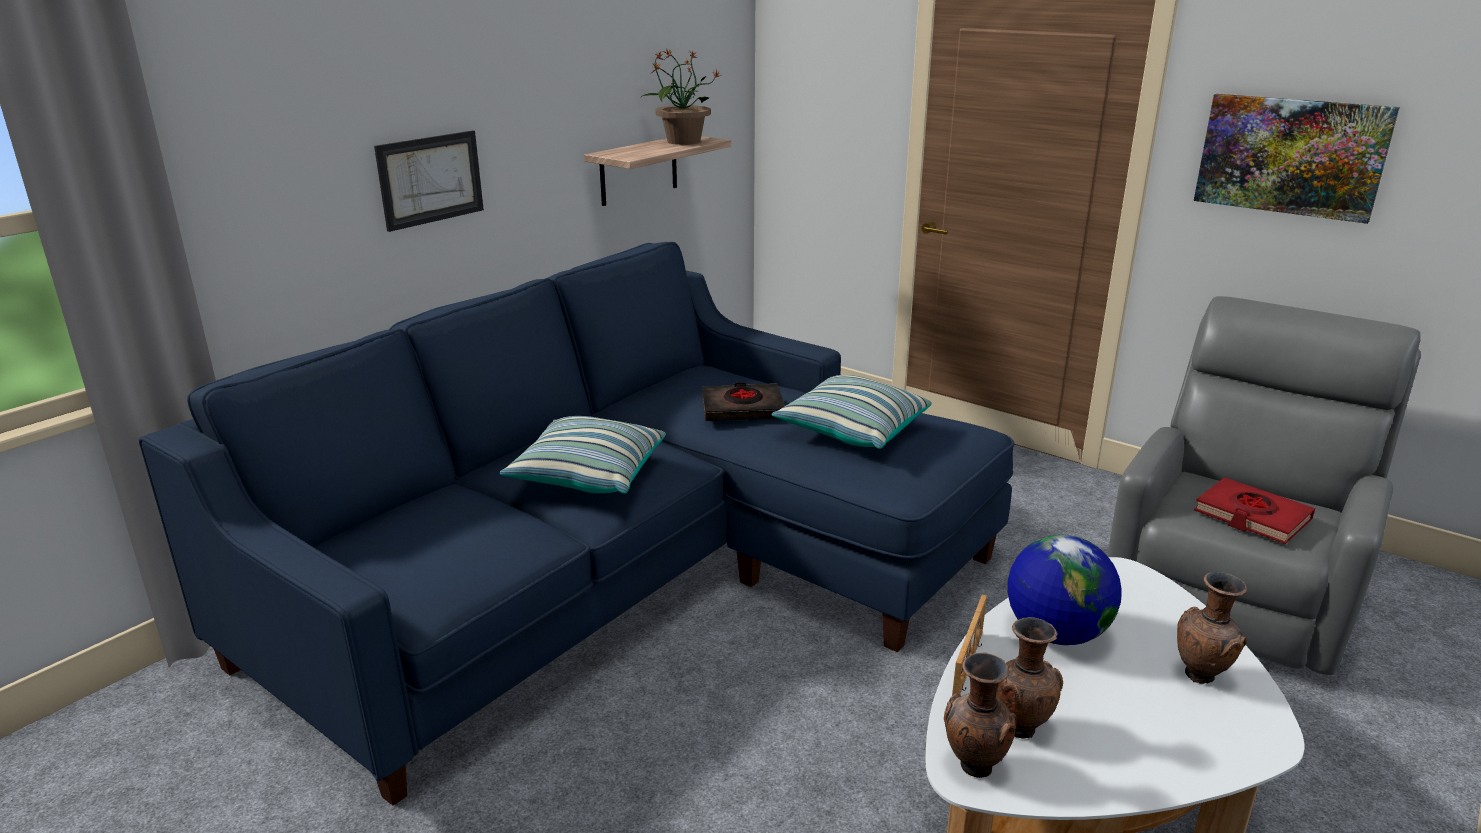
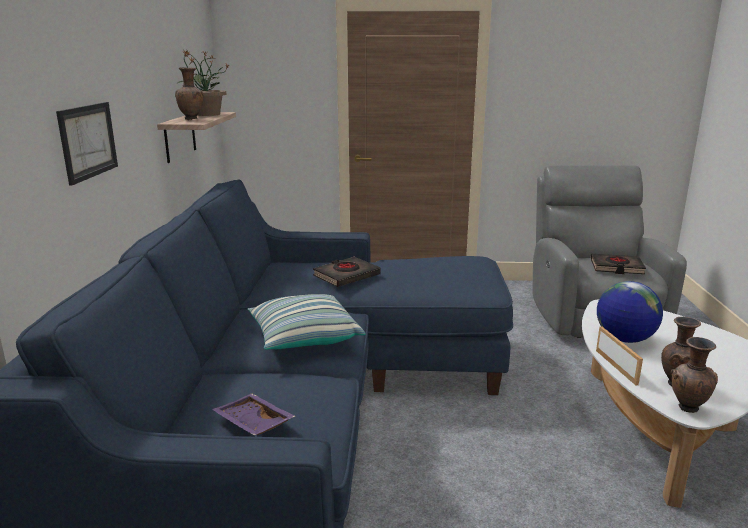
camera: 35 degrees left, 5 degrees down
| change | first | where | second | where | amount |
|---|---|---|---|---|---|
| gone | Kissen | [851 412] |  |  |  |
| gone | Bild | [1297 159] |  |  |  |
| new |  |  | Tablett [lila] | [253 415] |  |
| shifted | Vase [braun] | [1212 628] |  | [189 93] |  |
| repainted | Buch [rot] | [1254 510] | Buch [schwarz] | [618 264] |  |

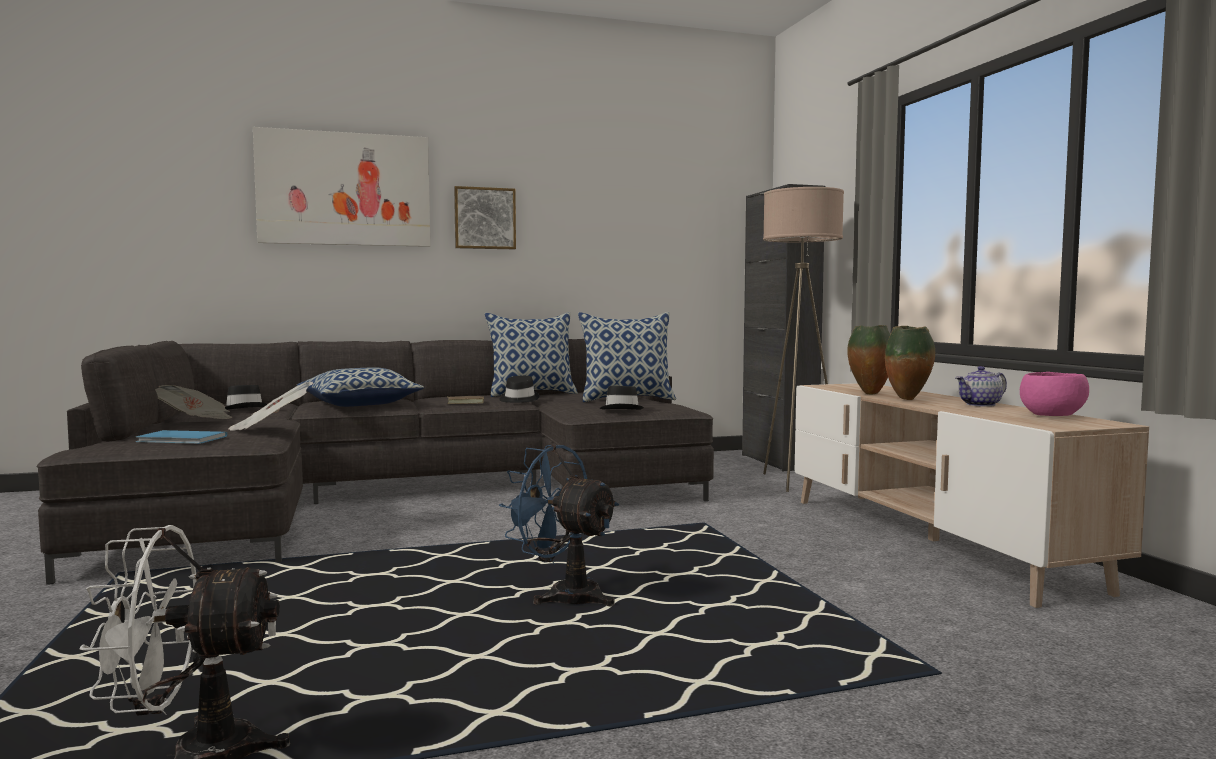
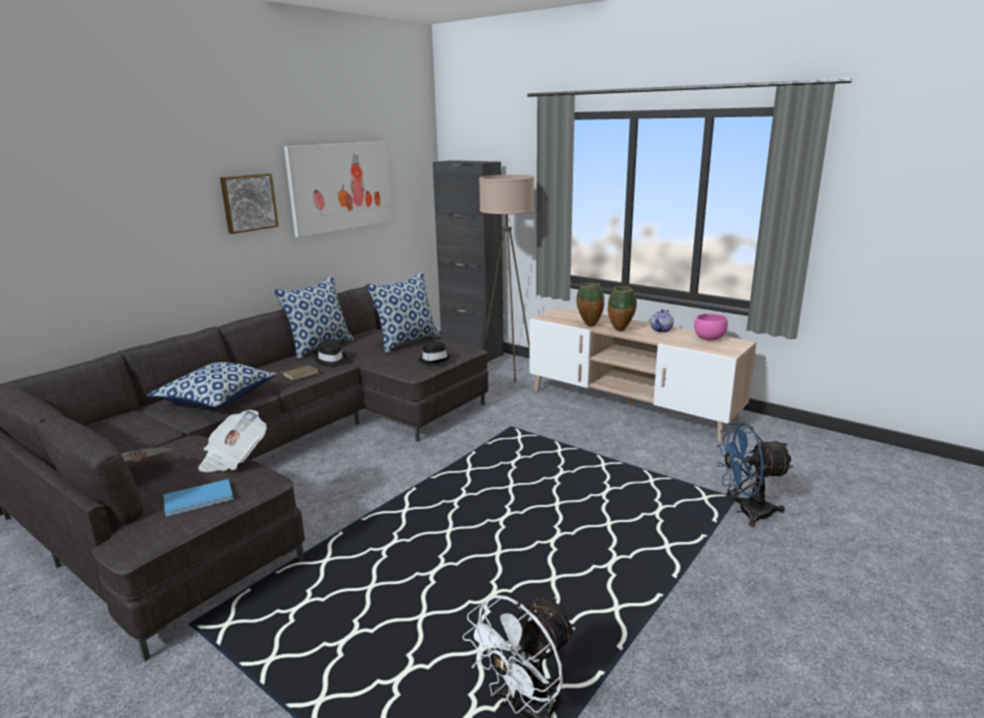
camera: 35 degrees left, 15 degrees up
| change | first | where | second | where | amount |
|---|---|---|---|---|---|
| gone | Hut [schwarz] | [246 397] |  |  |  |
| shifted | Bild | [341 187] |  | [338 189] |  |
| shifted | Ventilator [blau] | [559 525] |  | [755 475] |  |

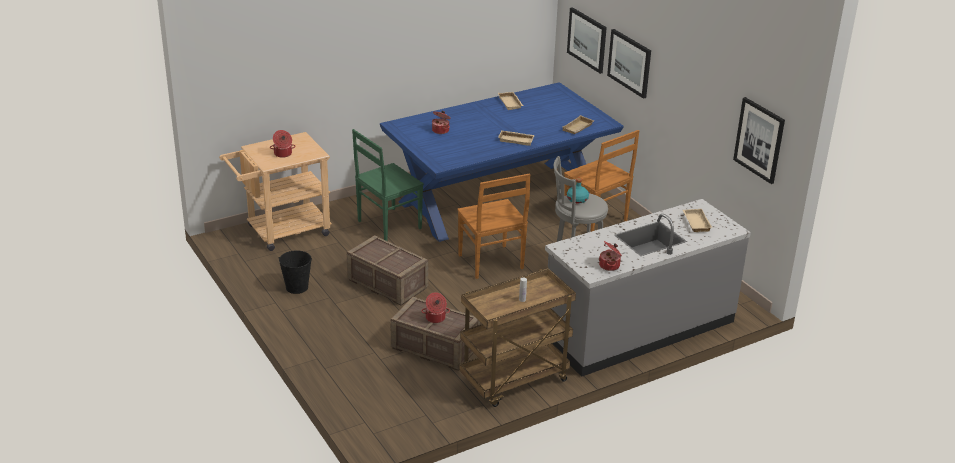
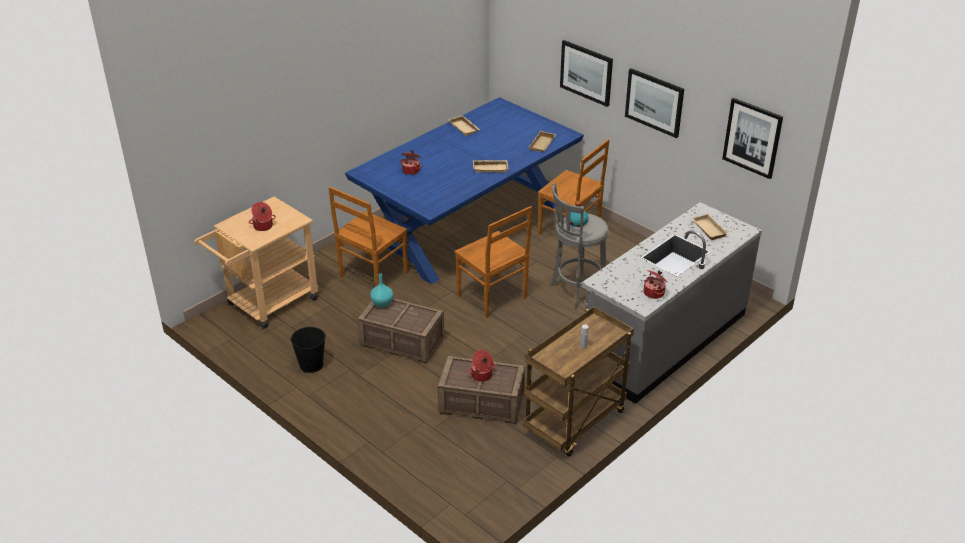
camera: 15 degrees left, 5 degrees up
| change | first | where | second | where | amount |
|---|---|---|---|---|---|
| new |  |  | Vase [türkis] | [381 290] |  |
| shifted | Bild | [587 40] |  | [654 103] |  |
| repainted | Stuhl [grün] | [388 185] | Stuhl [braun] | [368 236] |  |

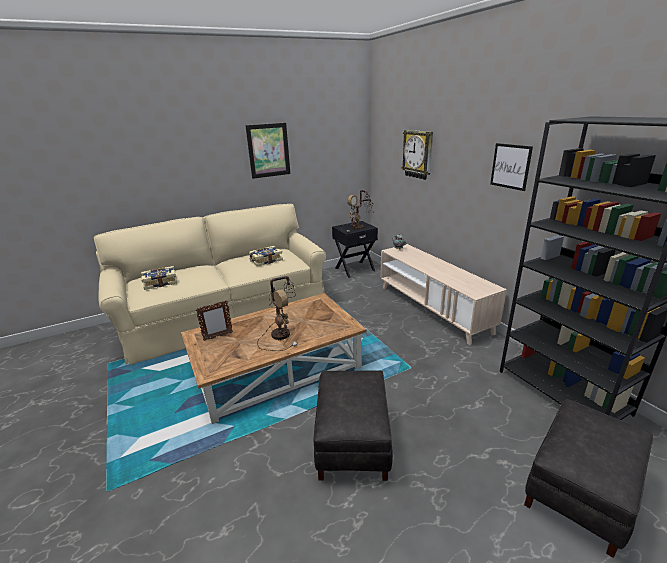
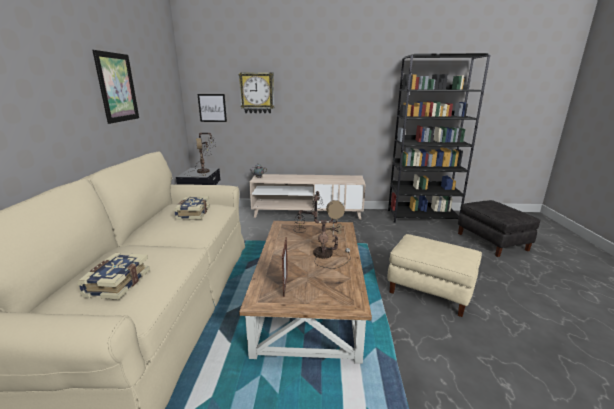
camera: 60 degrees left, 5 degrees down
| change | first | where | second | where | amount |
|---|---|---|---|---|---|
| shifted | Bild | [511 167] |  | [212 108] |  |
| repainted | Polsterhocker [schwarz] | [353 425] | Polsterhocker [beige] | [435 275] |  |

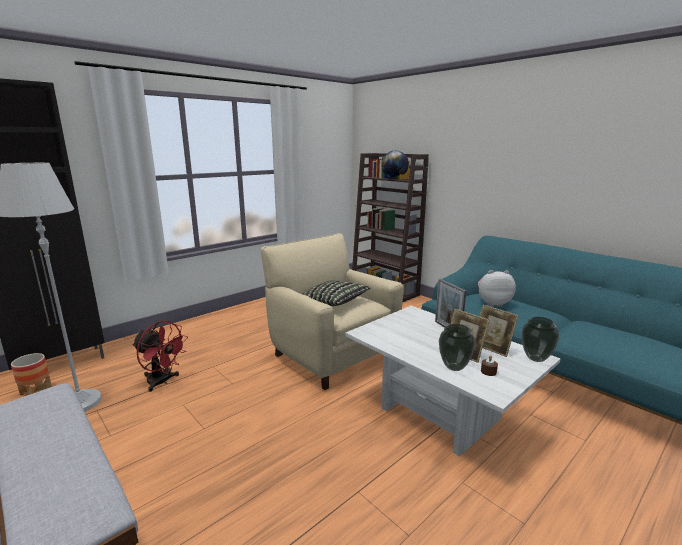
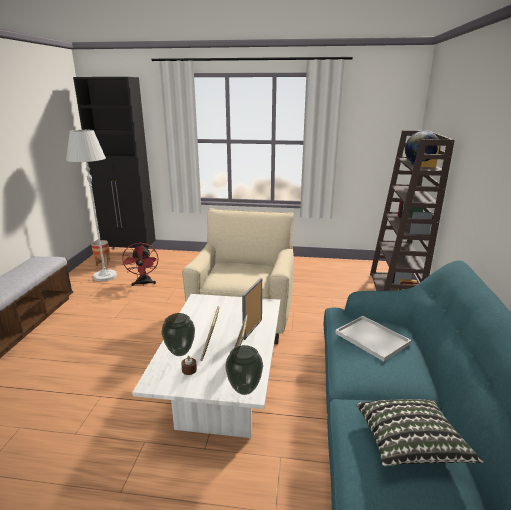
camera: 50 degrees right, 5 degrees up
| change | first | where | second | where | amount |
|---|---|---|---|---|---|
| shifted | Kissen | [337 293] |  | [420 432] |  |
| swapped | Plüschtier | [497 288] | Tablett [weiß] | [373 339] |  |

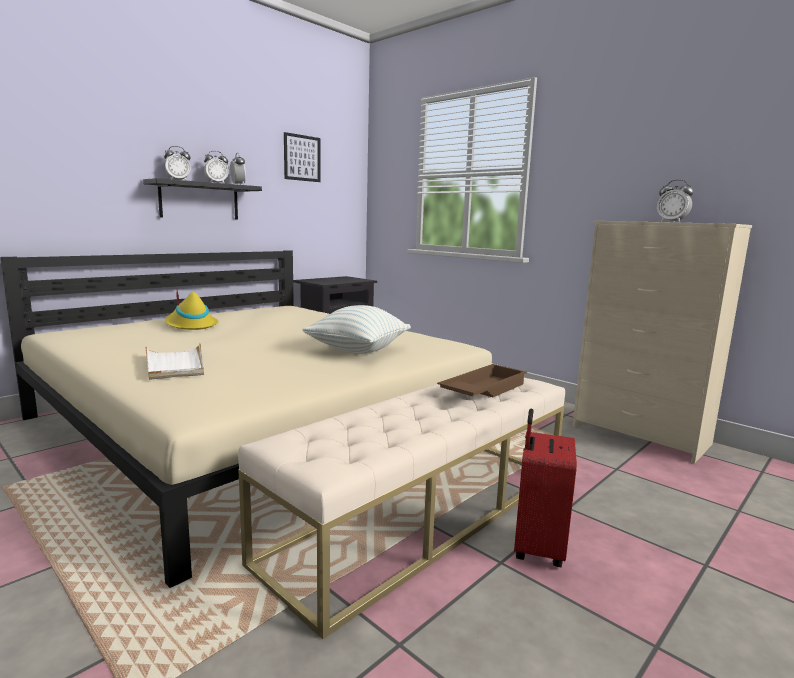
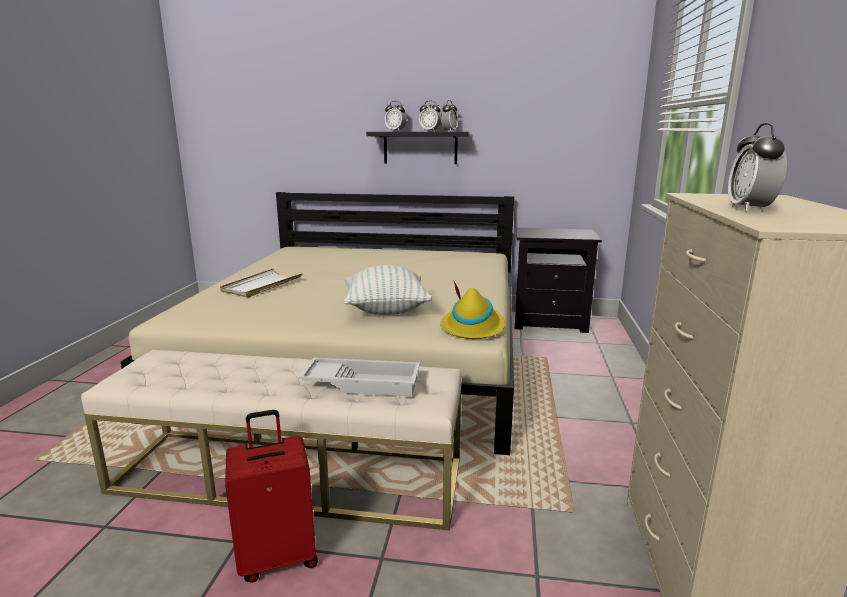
camera: 55 degrees right, 5 degrees up
| change | first | where | second | where | amount |
|---|---|---|---|---|---|
| gone | Bild | [302 157] |  |  |  |
| shifted | Hut [gelb] | [192 310] |  | [472 309] |  |
| repainted | Tablett [braun] | [482 380] | Tablett [weiß] | [359 377] |  |

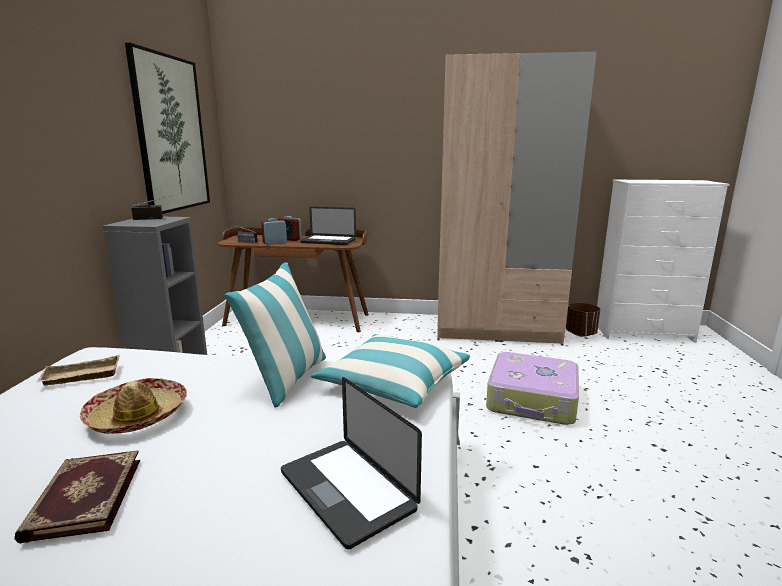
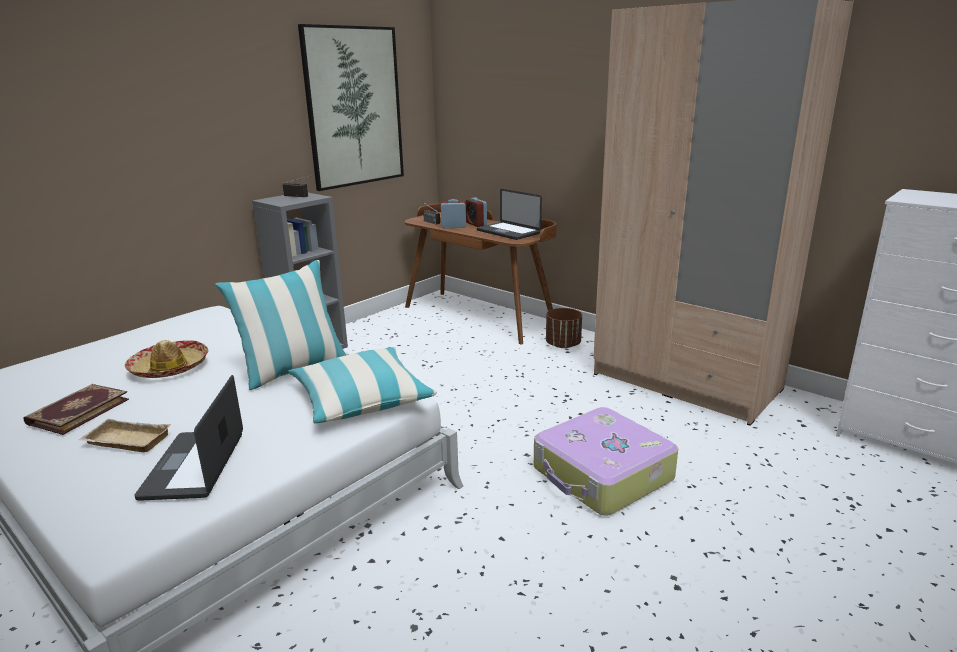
camera: 35 degrees right, 5 degrees up
| change | first | where | second | where | amount |
|---|---|---|---|---|---|
| shifted | Tablett [beige] | [78 370] |  | [125 435] |  |
| shifted | Pflanzkübel [braun] | [583 320] |  | [564 328] |  |

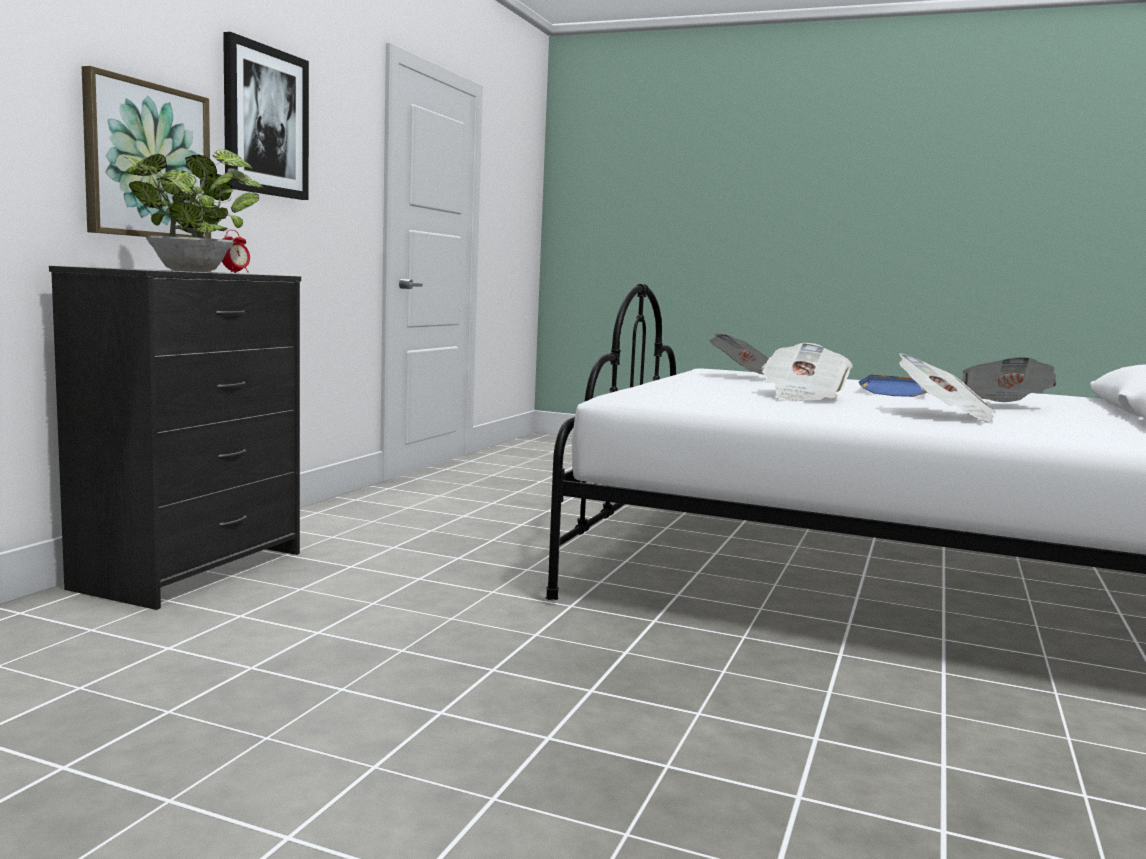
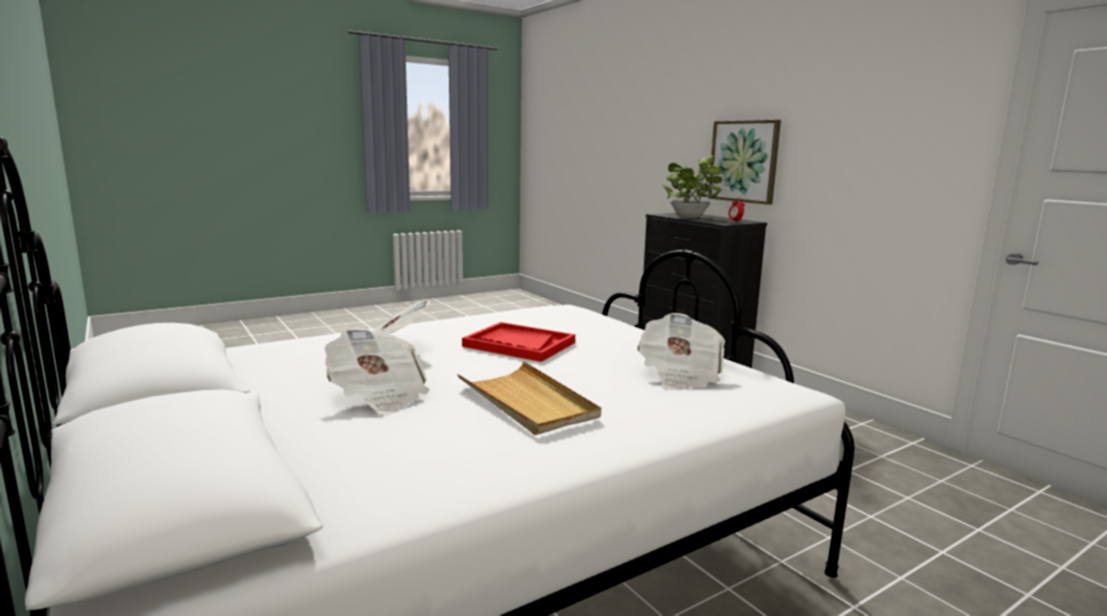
camera: 125 degrees right, 5 degrees up
| change | first | where | second | where | amount |
|---|---|---|---|---|---|
| gone | Bild | [266 116] |  |  |  |
| swapped | Zeitung | [807 372] | Tablett [rot] | [518 342] |  |
| repainted | Tablett [blau] | [892 386] | Tablett [beige] | [529 398] |  |

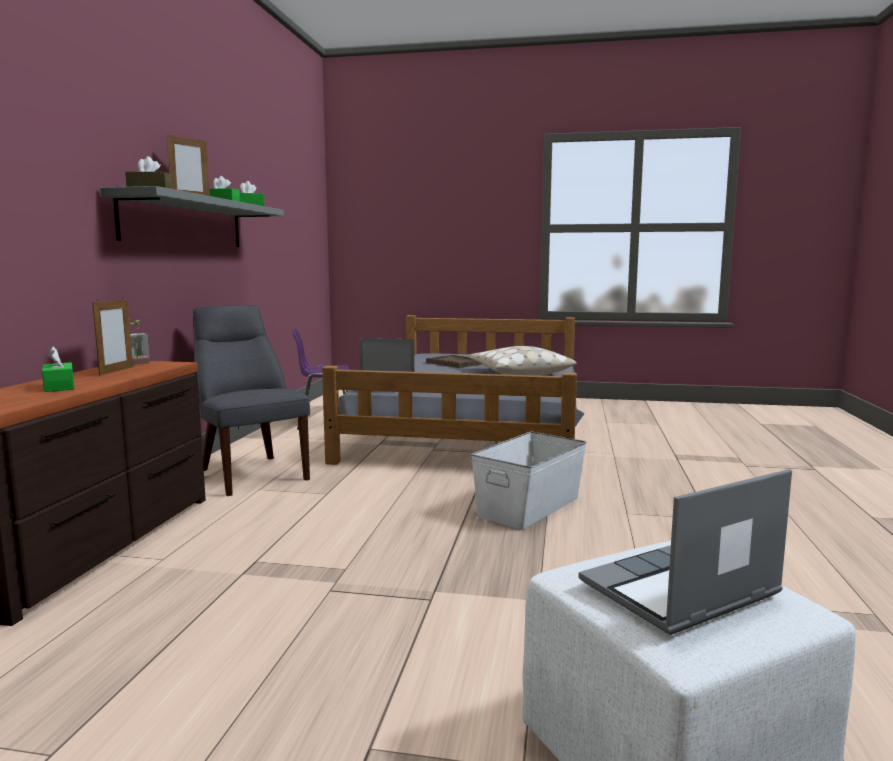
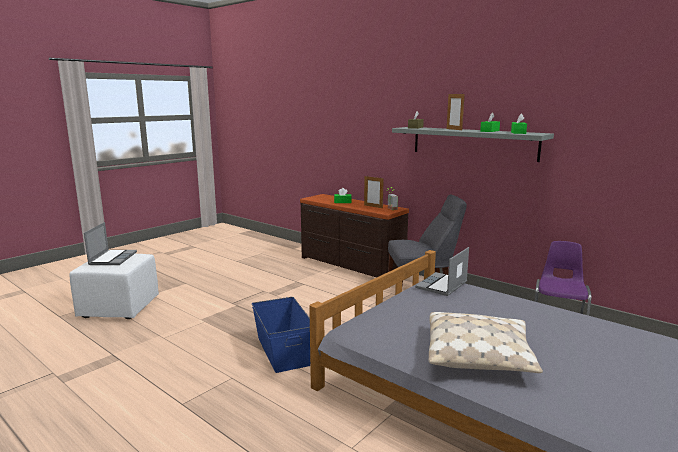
camera: 120 degrees right, 5 degrees up
| change | first | where | second | where | amount |
|---|---|---|---|---|---|
| gone | Tablett [braun] | [454 361] |  |  |  |
| repainted | Aufbewahrungsbox [weiß] | [529 481] | Aufbewahrungsbox [blau] | [281 335] |  |

